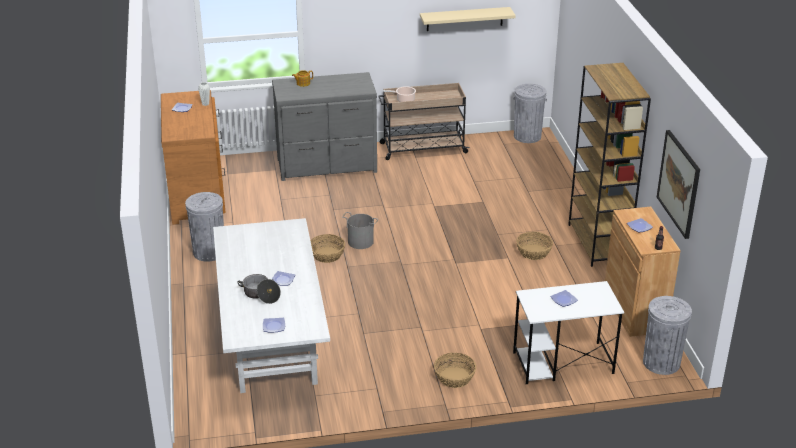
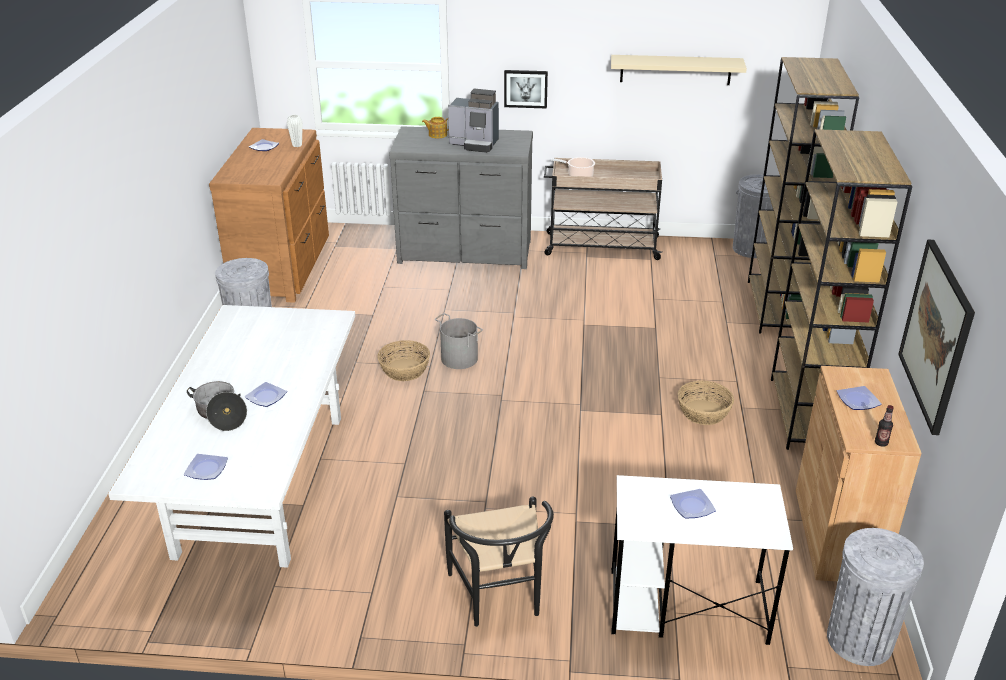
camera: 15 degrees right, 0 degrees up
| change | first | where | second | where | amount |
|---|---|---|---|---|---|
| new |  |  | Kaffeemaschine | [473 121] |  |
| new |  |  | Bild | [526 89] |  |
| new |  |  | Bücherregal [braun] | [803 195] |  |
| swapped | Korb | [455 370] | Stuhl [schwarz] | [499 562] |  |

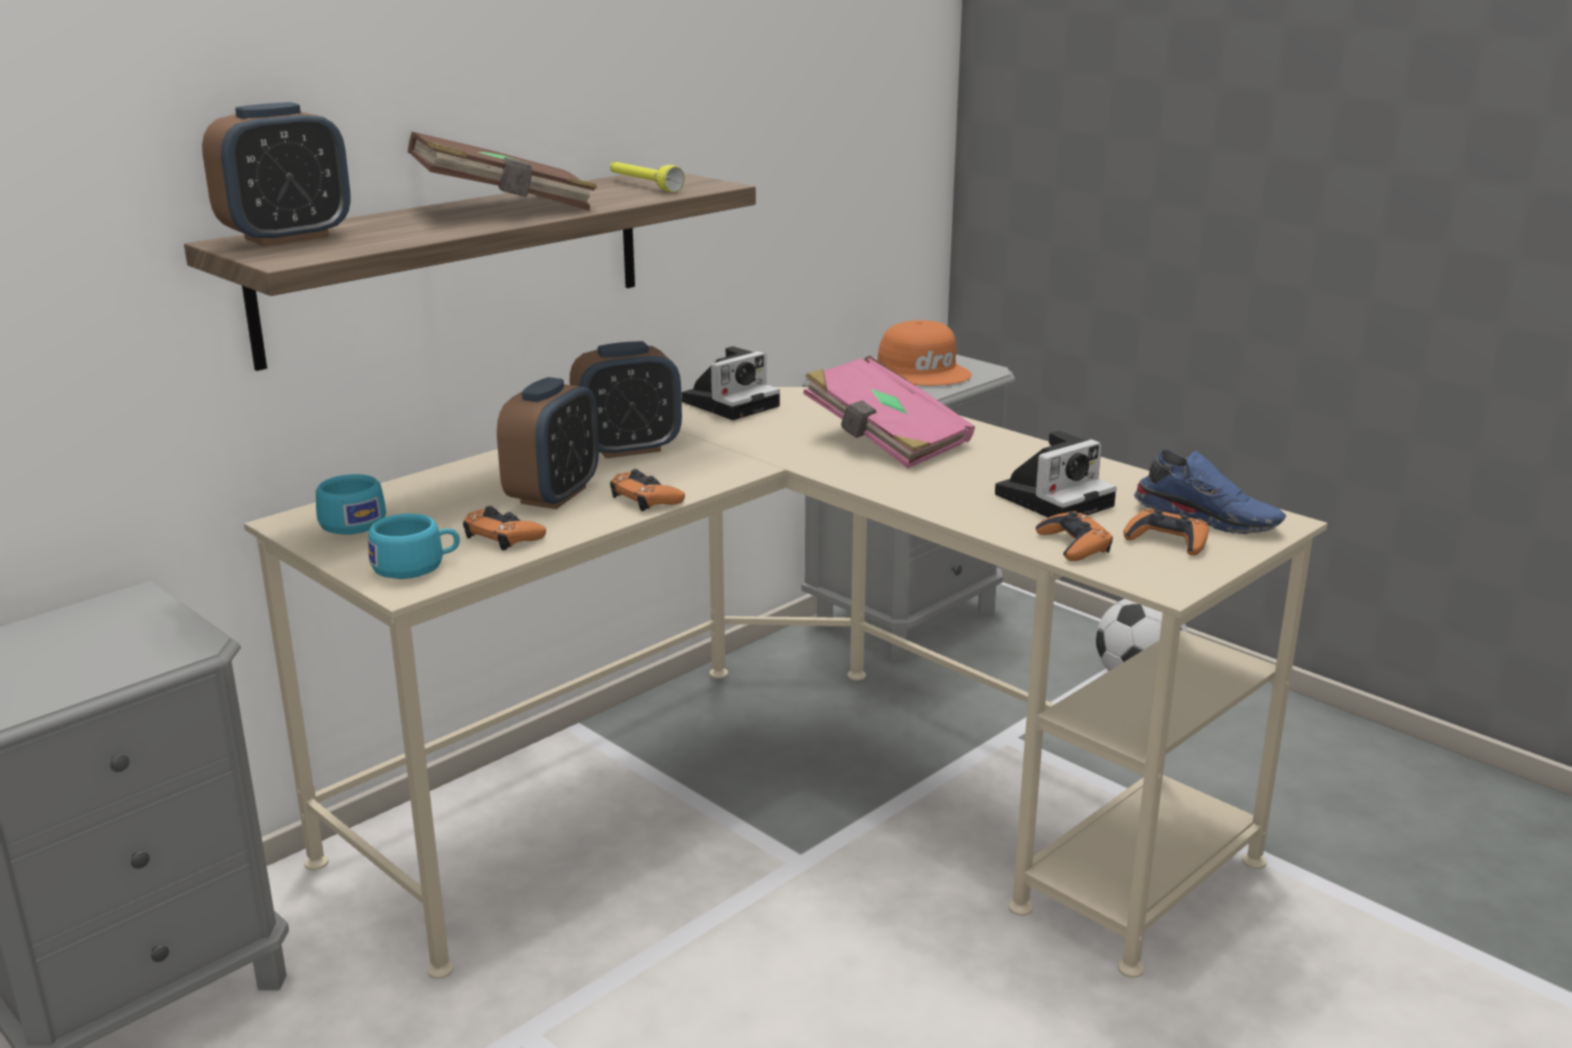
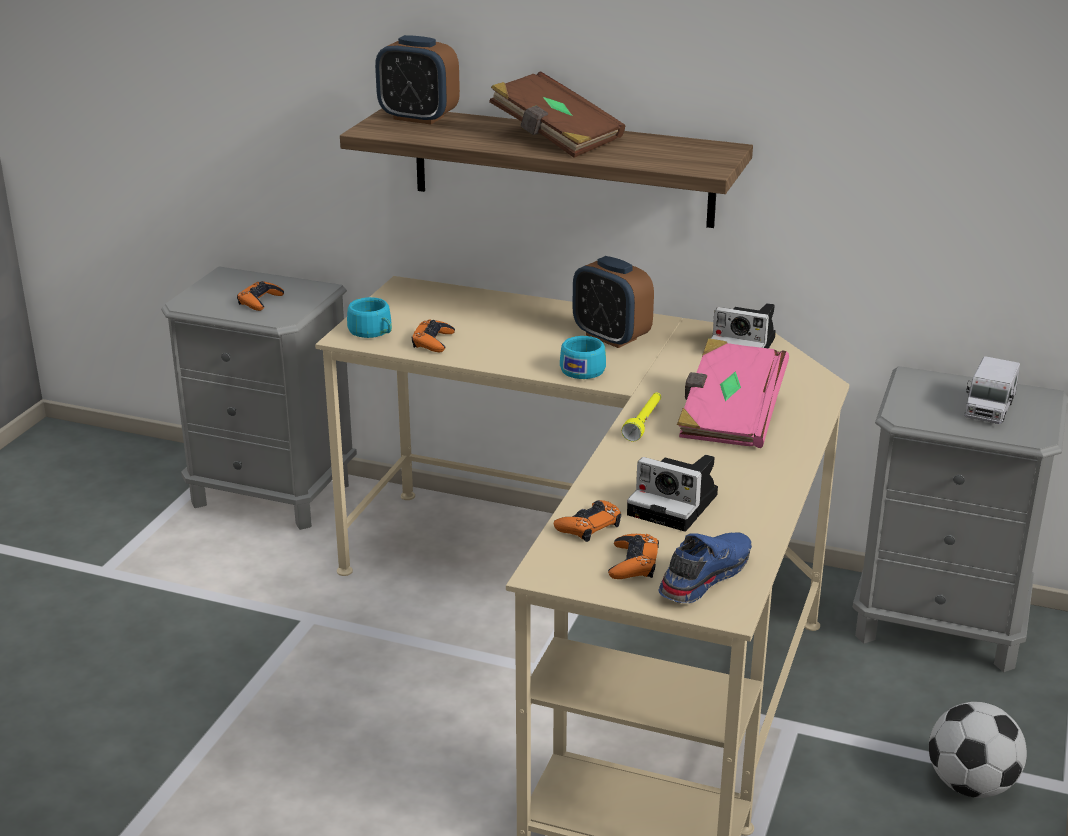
camera: 65 degrees right, 5 degrees up
| change | first | where | second | where | amount |
|---|---|---|---|---|---|
| gone | Wecker | [548 443] |  |  |  |
| shifted | Tasse [türkis] | [351 504] |  | [583 357] |  |
| shifted | Taschenlampe [gelb] | [647 177] |  | [641 416] |  |
| shifted | Gamepad [orange] | [647 490] |  | [260 296] |  |
| swapped | Kappe [orange] | [924 353] | Spielzeuglaster | [992 390] |  |
| rotated | Schuh [blau] | [1210 491] |  | [705 567] | 150 degrees counterclockwise |

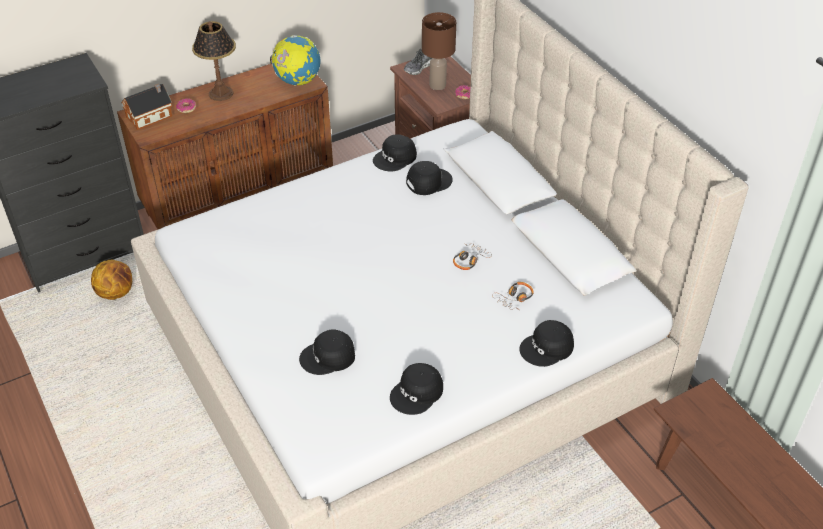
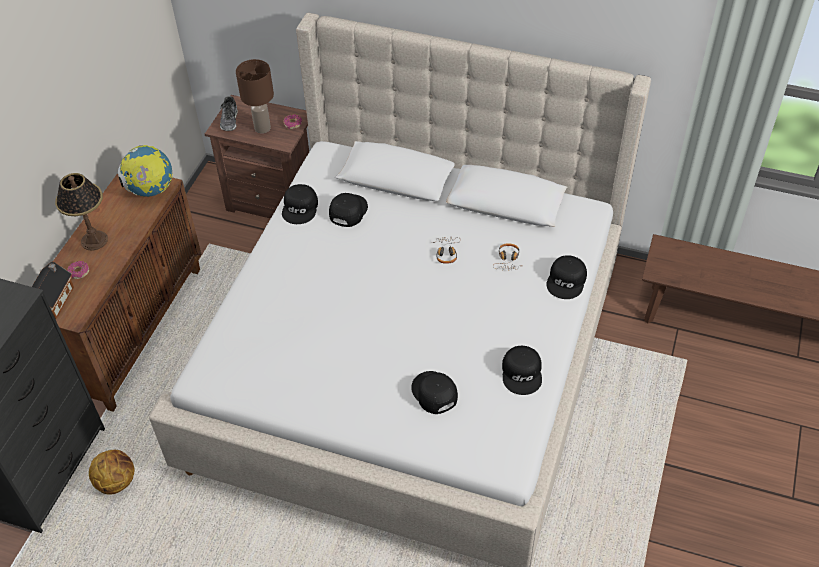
camera: 40 degrees left, 5 degrees up
| change | first | where | second | where | amount |
|---|---|---|---|---|---|
| rotated | Kappe [schwarz] | [327 352] |  | [434 392] | 120 degrees clockwise |

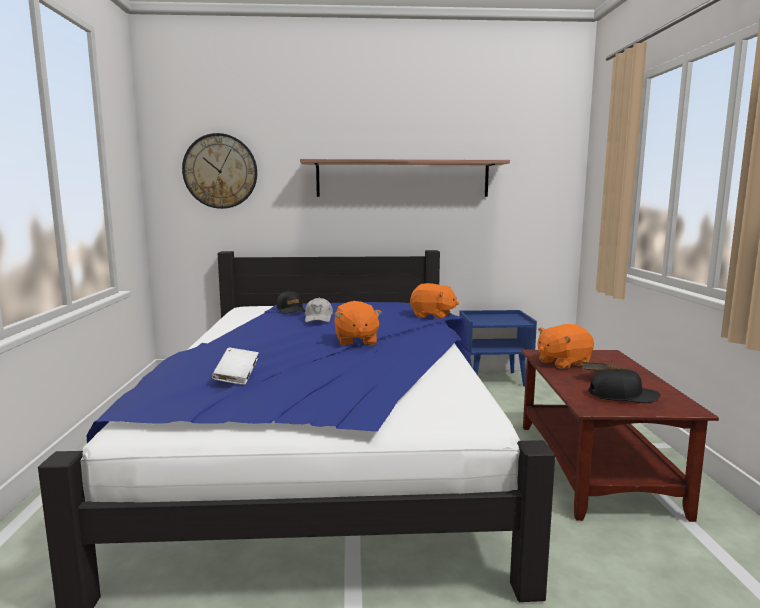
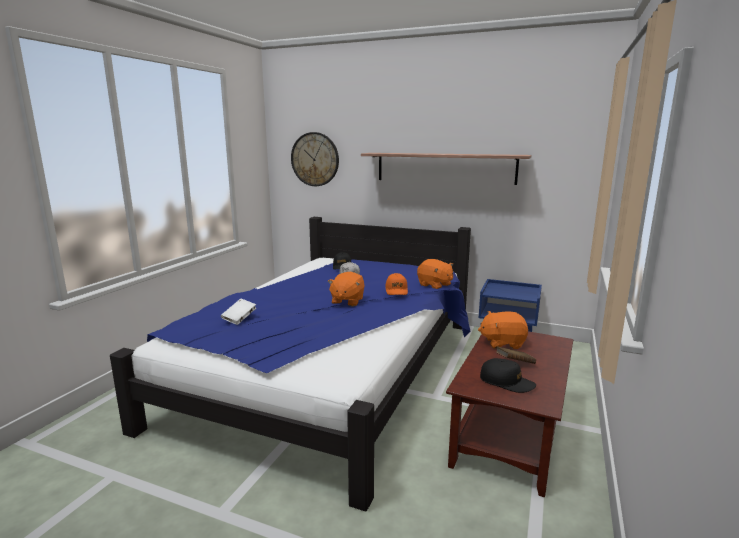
camera: 25 degrees right, 5 degrees up
| change | first | where | second | where | amount |
|---|---|---|---|---|---|
| new |  |  | Kappe [orange] | [396 284] |  |

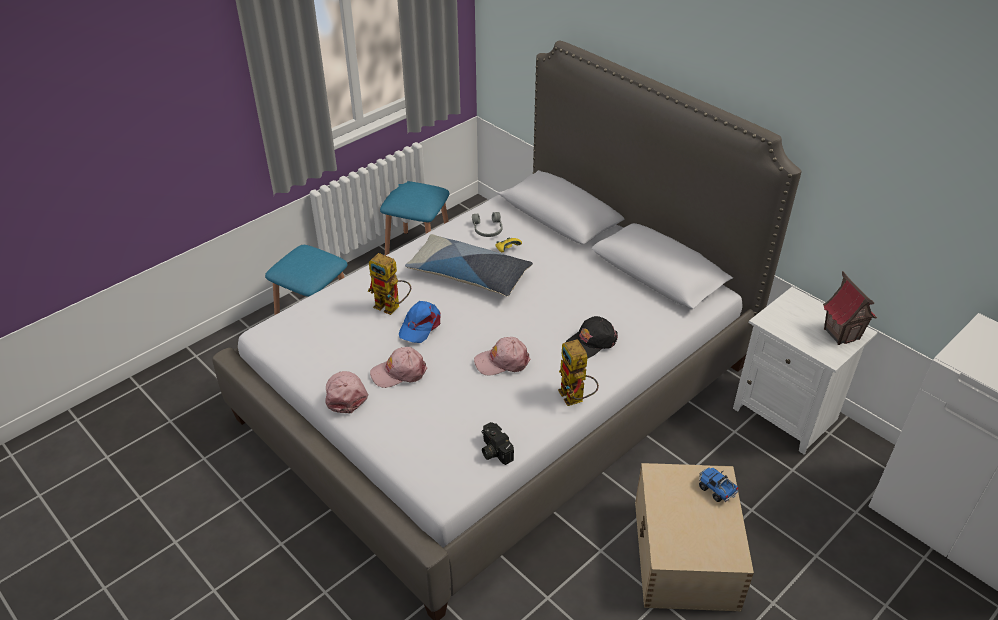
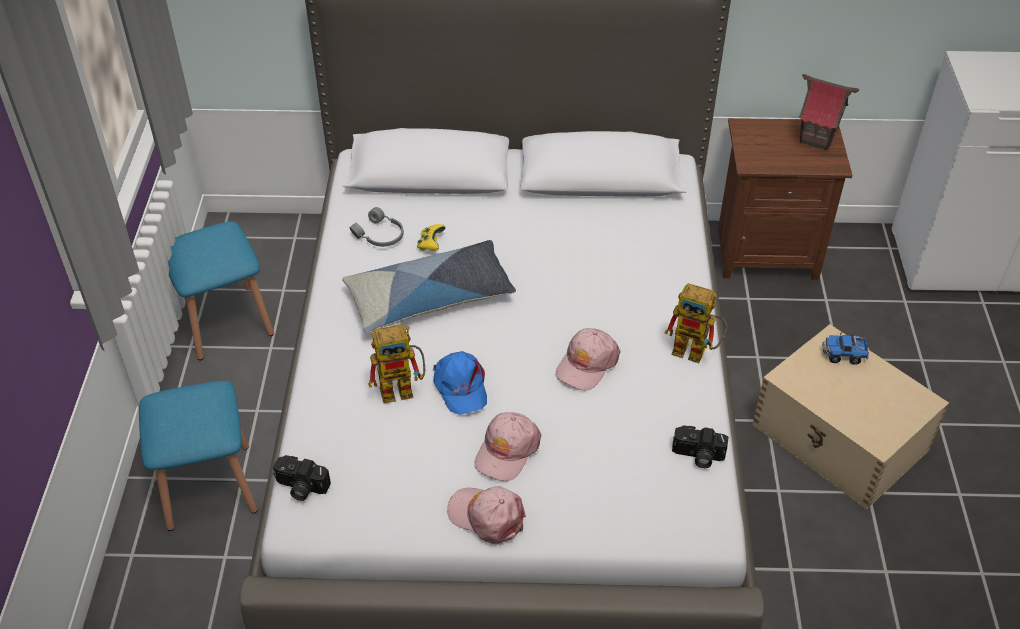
camera: 45 degrees left, 5 degrees up
| change | first | where | second | where | amount |
|---|---|---|---|---|---|
| gone | Kappe [schwarz] | [591 337] |  |  |  |
| new |  |  | Kamera | [302 478] |  |
| repainted | Nachttisch [weiß] | [805 370] | Nachttisch [braun] | [785 199] |  |

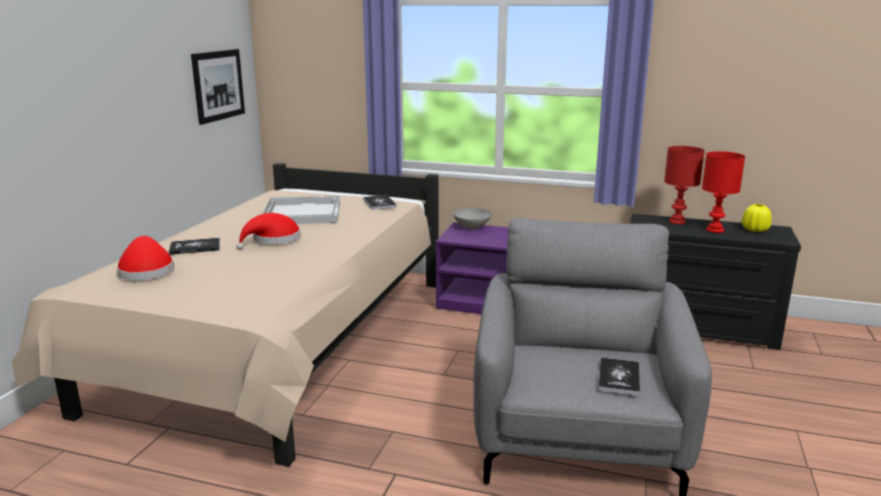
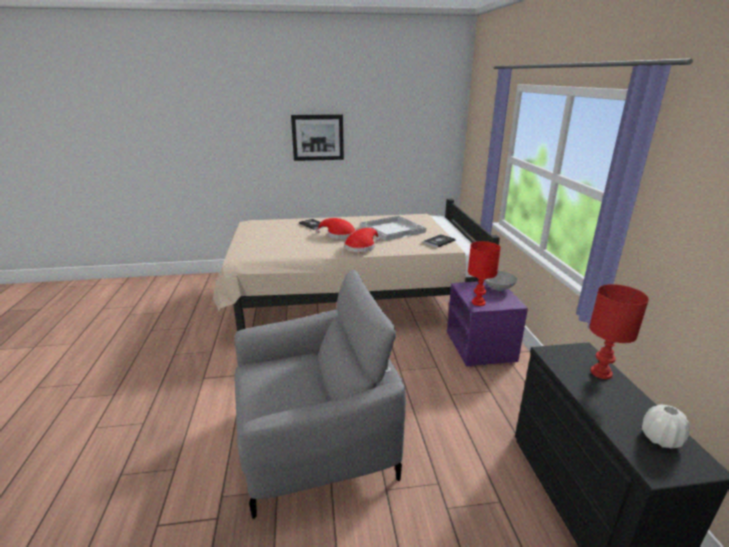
camera: 65 degrees right, 5 degrees up
| change | first | where | second | where | amount |
|---|---|---|---|---|---|
| gone | Buch | [619 376] |  |  |  |
| shifted | Hut [rot] | [145 258] |  | [362 240] |  |
| shifted | Bild | [218 87] |  | [317 137] |  |
| shifted | Tischlampe [rot] | [723 192] |  | [484 273] |  |
| repainted | Vase [gelb] | [757 218] | Vase [weiß] | [666 427] |  |

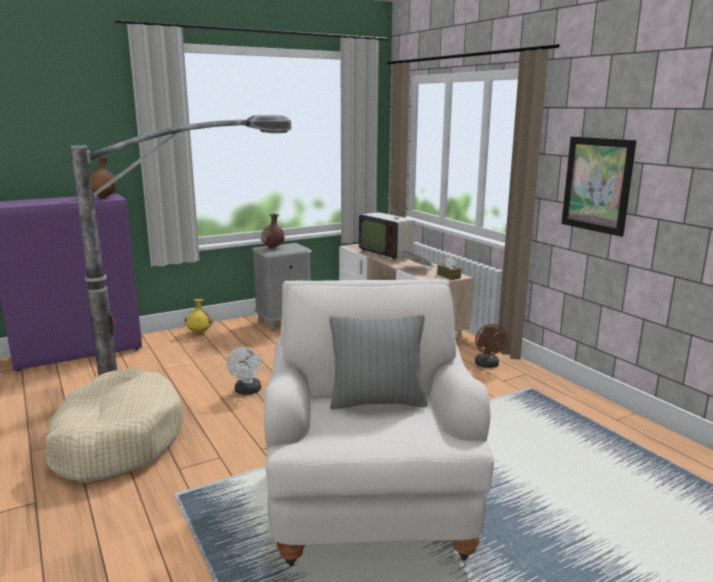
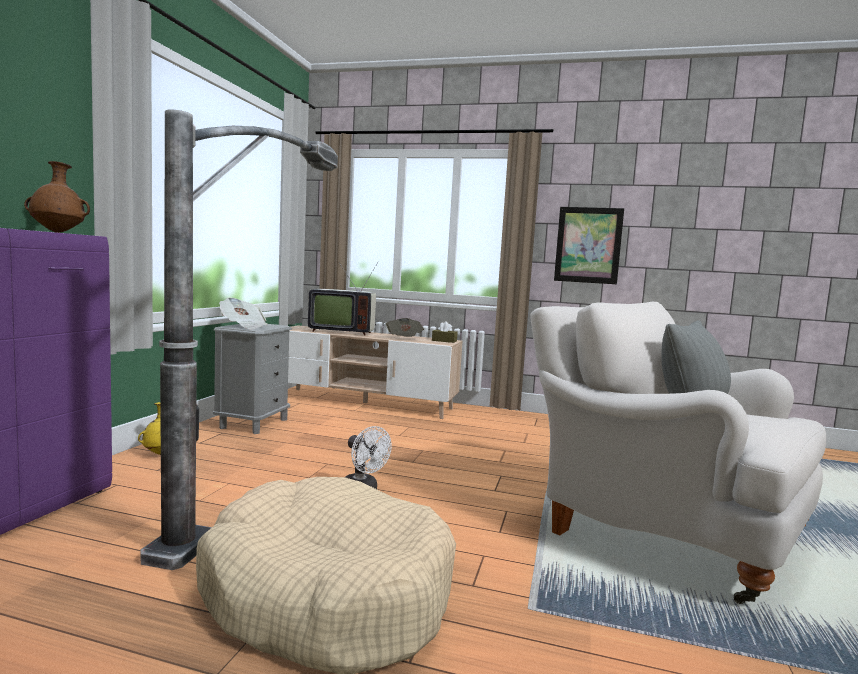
camera: 45 degrees left, 10 degrees down
| change | first | where | second | where | amount |
|---|---|---|---|---|---|
| gone | Ventilator [braun] | [491 346] |  |  |  |
| swapped | Vase [braun] | [272 231] | Zeitung | [243 313] |  |

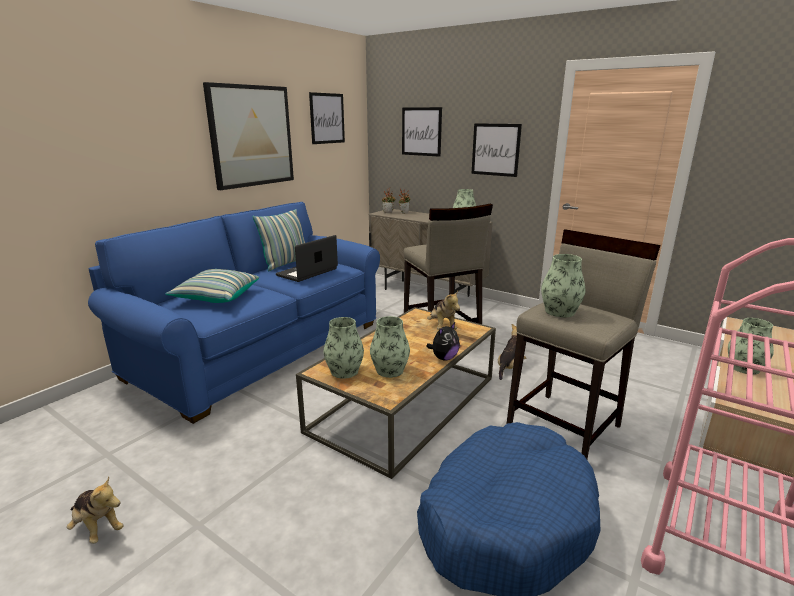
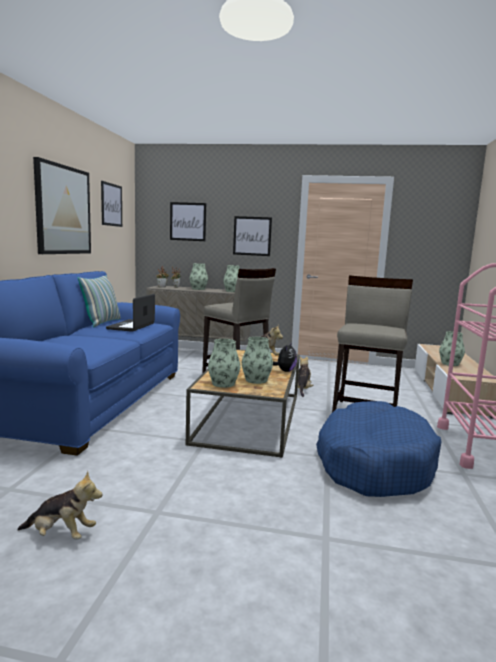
camera: 25 degrees left, 10 degrees down
| change | first | where | second | where | amount |
|---|---|---|---|---|---|
| gone | Kissen | [212 286] |  |  |  |
| shifted | Vase | [563 285] |  | [199 276] |  |

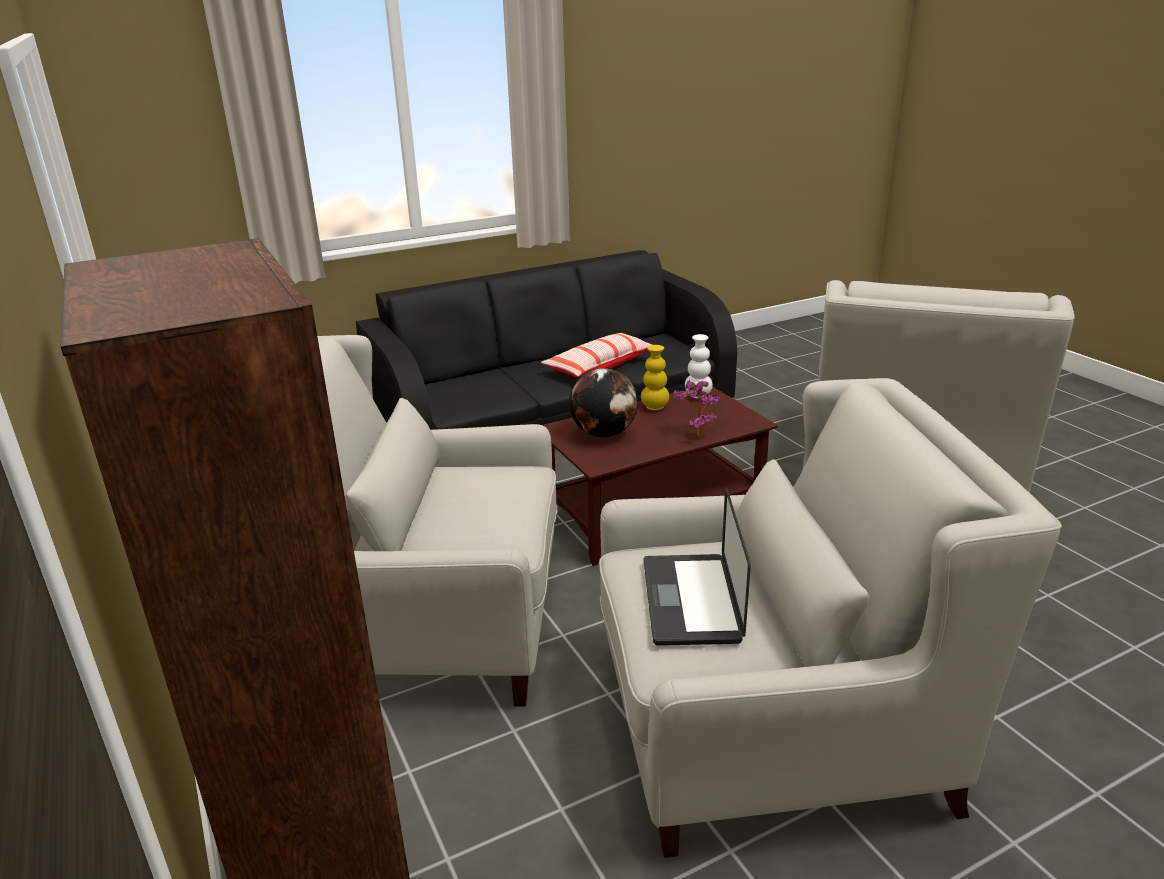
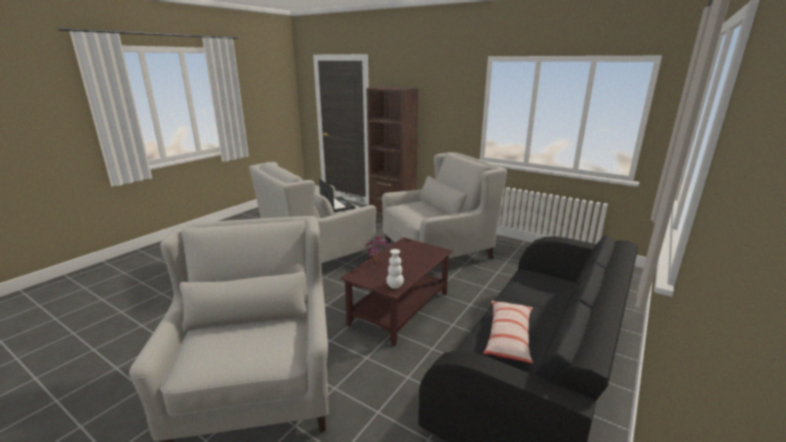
camera: 150 degrees right, 5 degrees down
| change | first | where | second | where | amount |
|---|---|---|---|---|---|
| gone | Globus | [603 403] |  |  |  |
| gone | Vase [gelb] | [655 377] |  |  |  |

